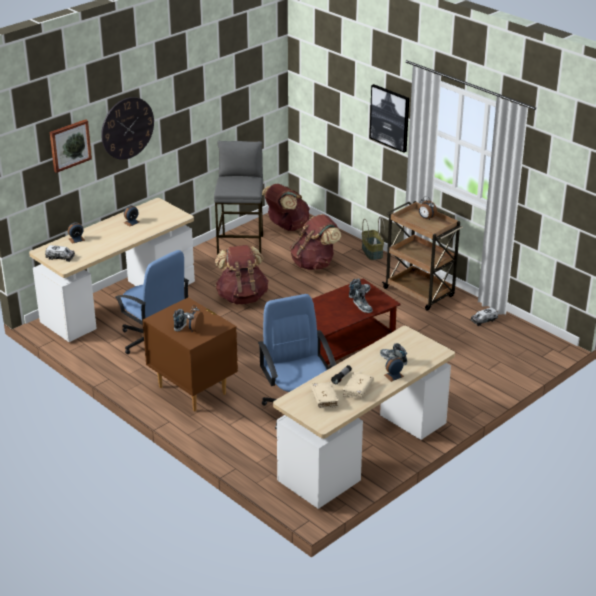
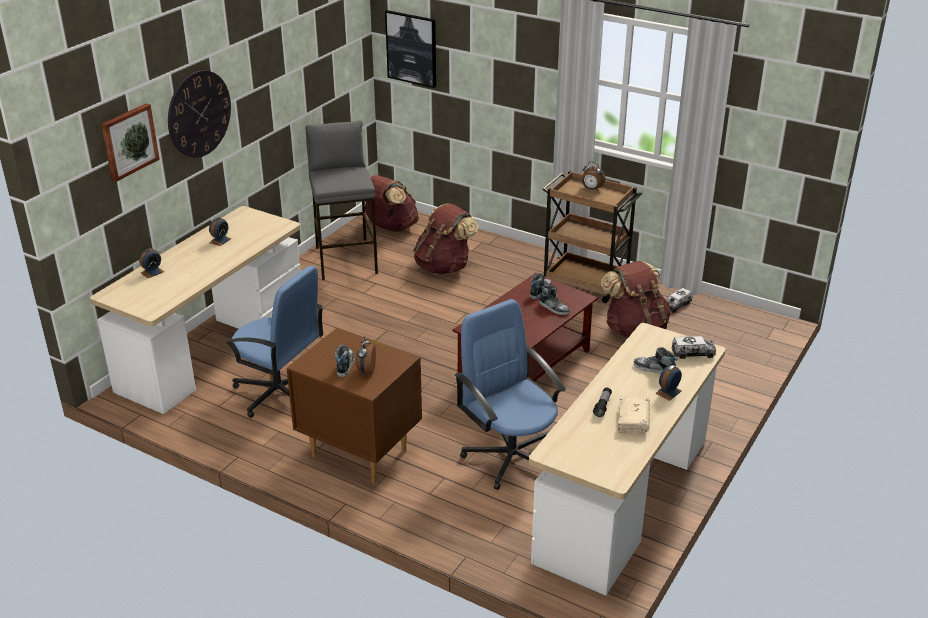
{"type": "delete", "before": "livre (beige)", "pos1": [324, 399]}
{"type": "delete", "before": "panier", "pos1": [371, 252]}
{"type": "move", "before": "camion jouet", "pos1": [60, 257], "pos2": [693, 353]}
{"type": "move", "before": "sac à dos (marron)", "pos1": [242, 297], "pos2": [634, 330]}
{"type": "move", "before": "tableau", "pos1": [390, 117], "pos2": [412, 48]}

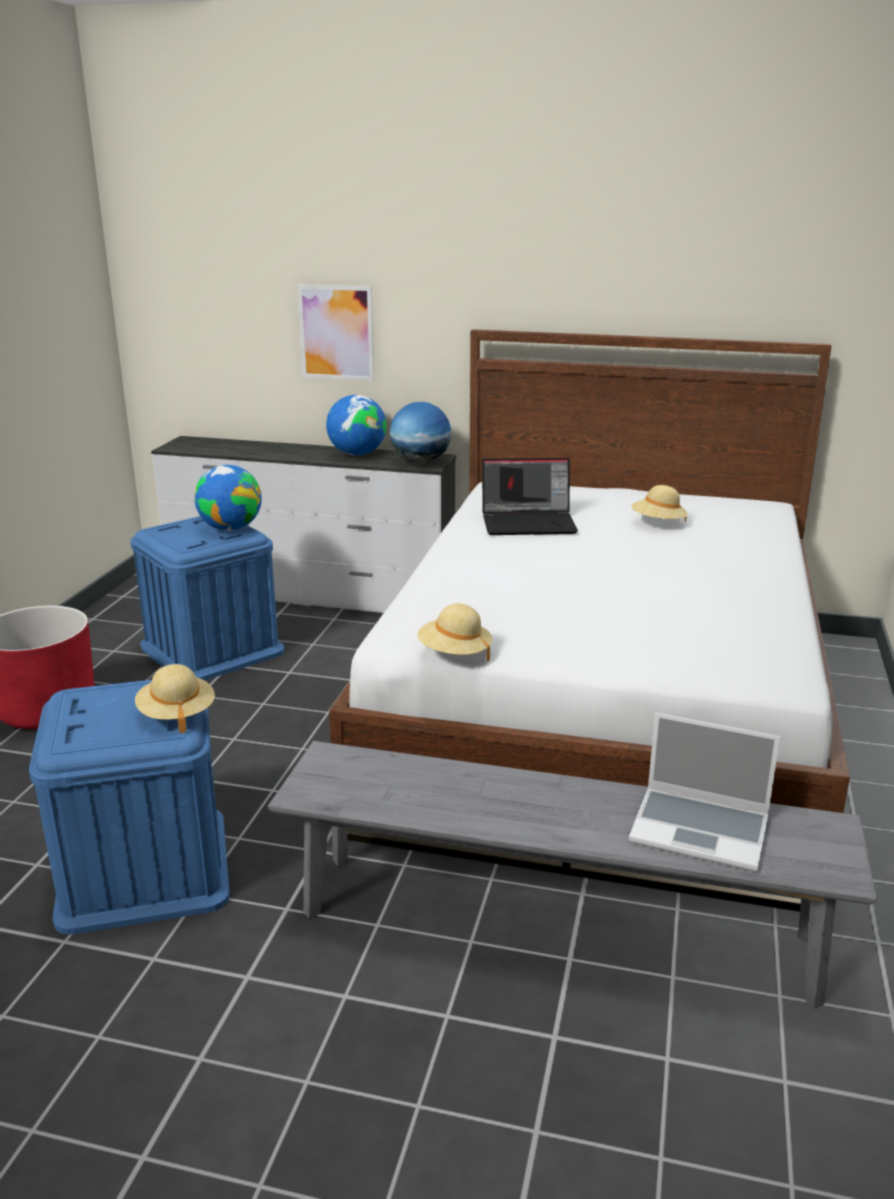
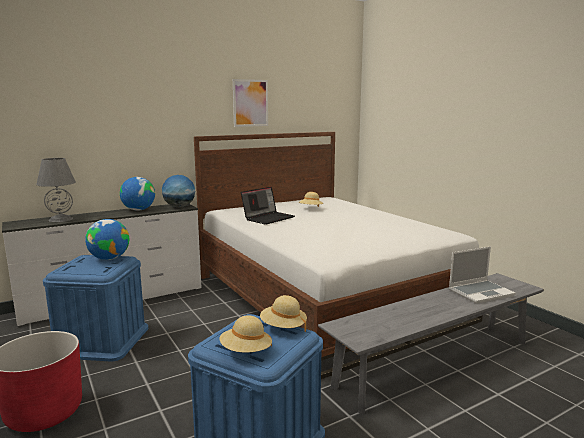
{"type": "insert", "after": "lampe de table (gris)", "pos2": [61, 219]}
{"type": "move", "before": "tableau", "pos1": [336, 332], "pos2": [250, 103]}
{"type": "move", "before": "chapeau (beige)", "pos1": [454, 653], "pos2": [246, 351]}

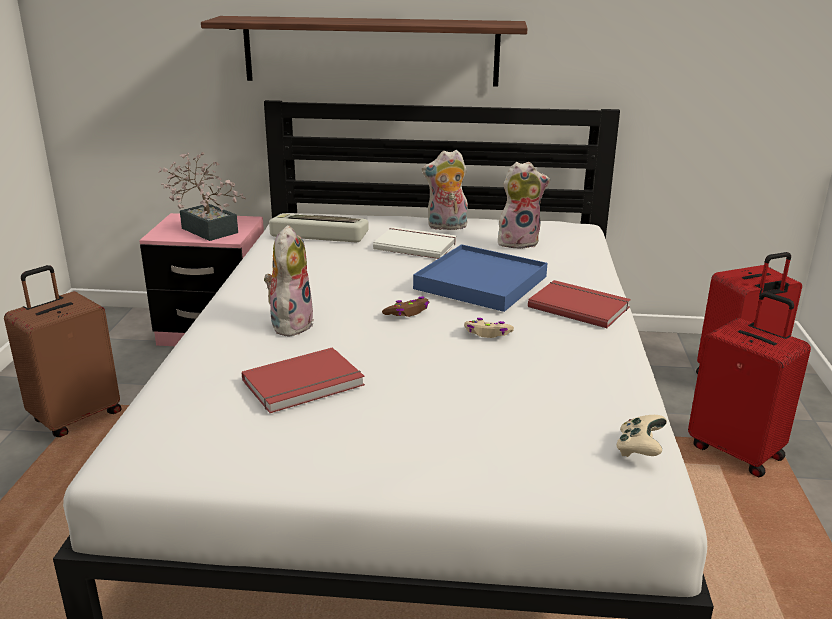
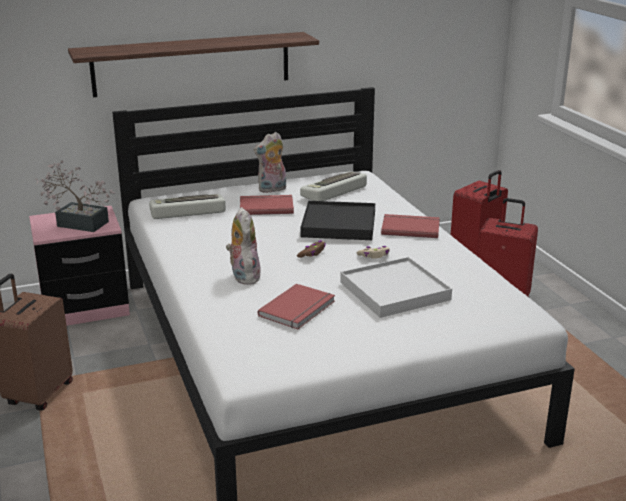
{"type": "delete", "before": "manette (beige)", "pos1": [639, 449]}
{"type": "insert", "after": "plateau (blanc)", "pos2": [395, 291]}
{"type": "replace", "before": "peluche", "after": "clavier", "pos1": [518, 242], "pos2": [334, 192]}
{"type": "recolor", "before": "livre (blanc)", "after": "livre (rouge)", "pos1": [416, 245], "pos2": [266, 207]}
{"type": "recolor", "before": "plateau (bleu)", "after": "plateau (noir)", "pos1": [481, 283], "pos2": [339, 224]}

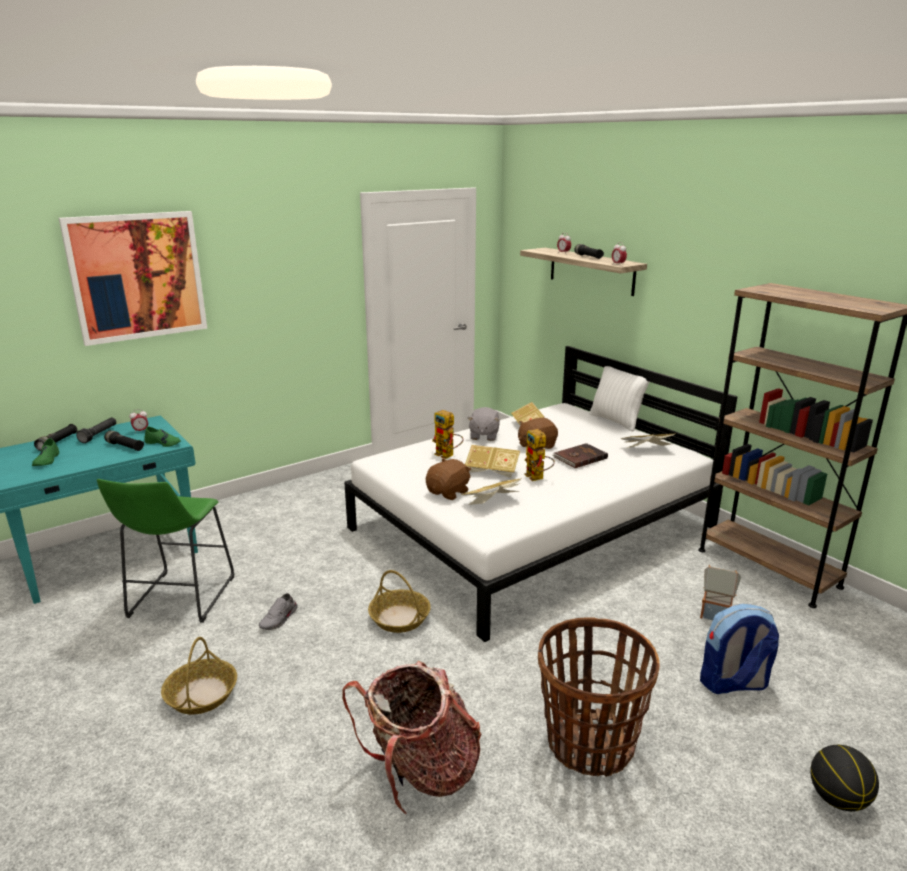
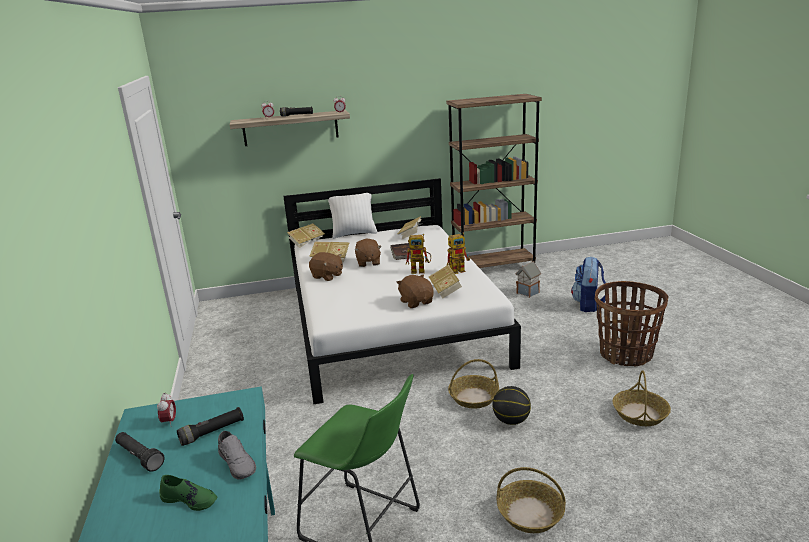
{"type": "delete", "before": "lampe de poche (noir)", "pos1": [57, 442]}
{"type": "delete", "before": "tableau", "pos1": [137, 276]}
{"type": "delete", "before": "chaussure (vert)", "pos1": [163, 443]}
{"type": "move", "before": "chaussure (gris)", "pos1": [279, 619], "pos2": [238, 463]}
{"type": "move", "before": "robot jouet", "pos1": [448, 455], "pos2": [459, 270]}
{"type": "move", "before": "livre", "pos1": [492, 471], "pos2": [306, 242]}
{"type": "move", "before": "ballon de basket", "pos1": [837, 799], "pos2": [511, 421]}
{"type": "replace", "before": "sac à dos", "after": "panier", "pos1": [421, 772], "pos2": [640, 414]}
{"type": "recolor", "before": "peluche (gris)", "after": "peluche (marron)", "pos1": [483, 436], "pos2": [327, 276]}

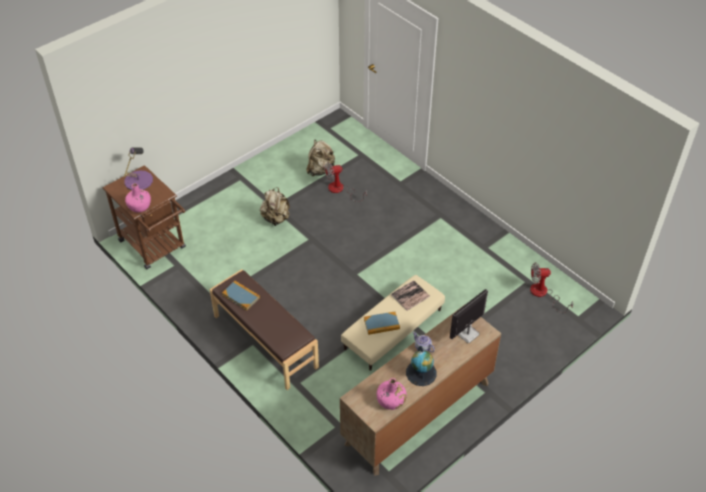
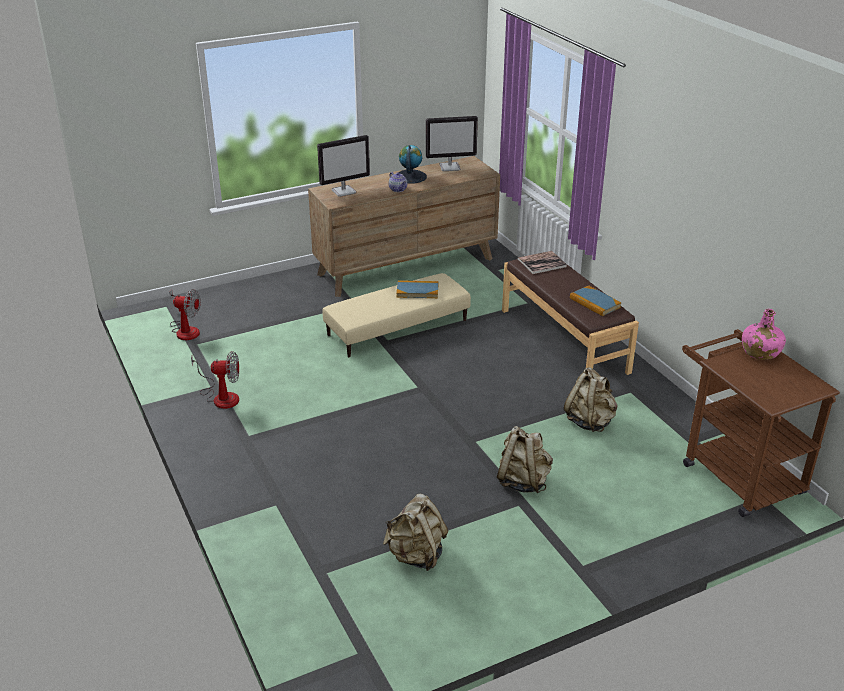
{"type": "delete", "before": "lampe de table (violet)", "pos1": [138, 180]}
{"type": "insert", "after": "sac à dos (beige)", "pos2": [590, 421]}
{"type": "move", "before": "ventilateur", "pos1": [340, 190], "pos2": [221, 396]}
{"type": "move", "before": "livre", "pos1": [410, 296], "pos2": [542, 263]}
{"type": "replace", "before": "bouteille (rose)", "after": "écran d'ordinateur", "pos1": [391, 400], "pos2": [450, 167]}

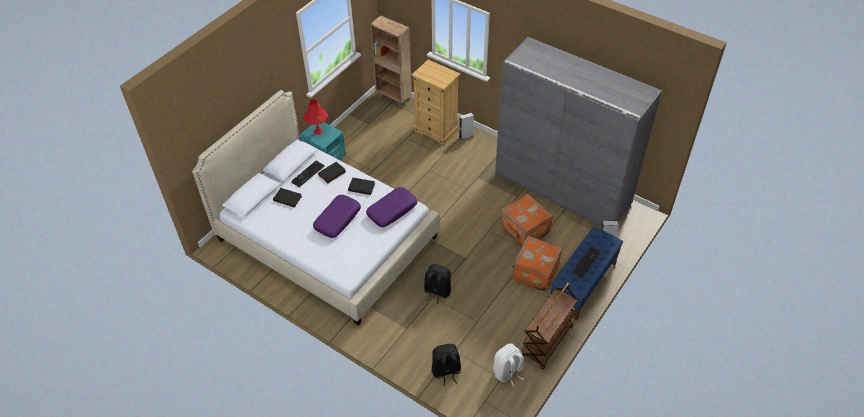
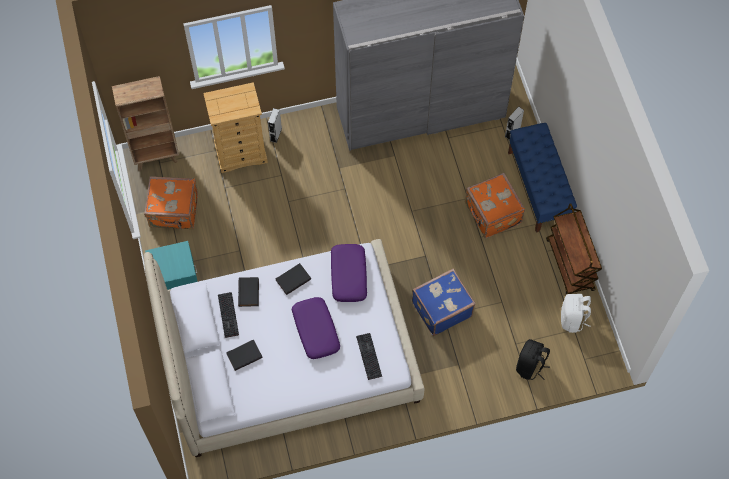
{"type": "delete", "before": "lampe de table (rouge)", "pos1": [318, 131]}
{"type": "move", "before": "valise (orange)", "pos1": [524, 230], "pos2": [174, 212]}
{"type": "move", "before": "clavier", "pos1": [585, 262], "pos2": [367, 356]}
{"type": "replace", "before": "sac à dos (noir)", "after": "valise (bleu)", "pos1": [437, 291], "pos2": [441, 308]}

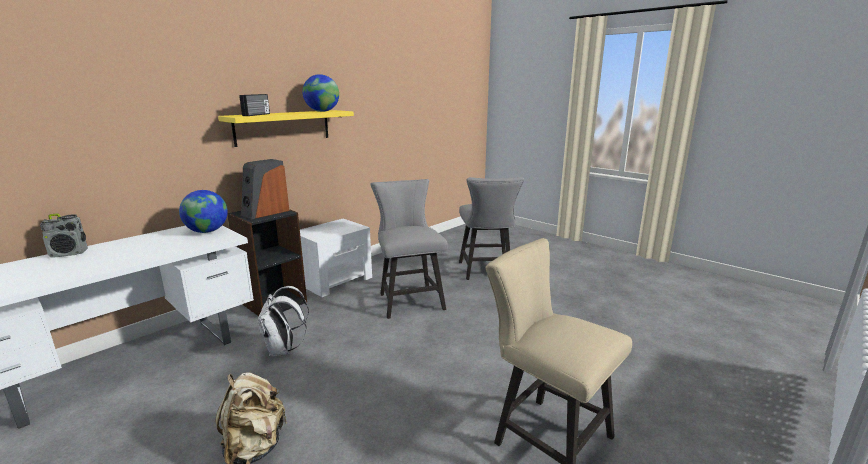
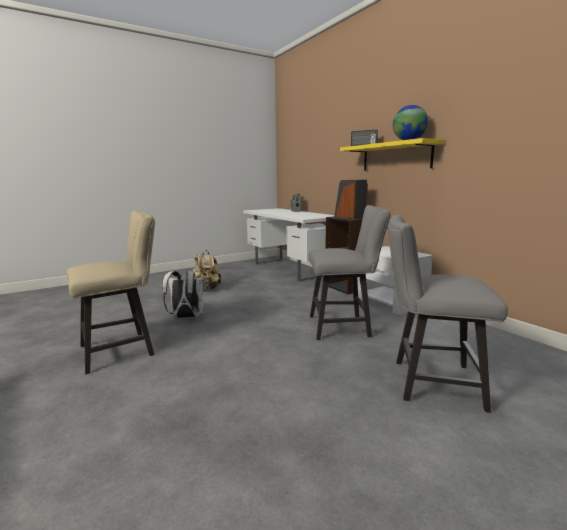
{"type": "delete", "before": "globe", "pos1": [207, 231]}
{"type": "move", "before": "sac à dos (blanc)", "pos1": [283, 350], "pos2": [186, 317]}

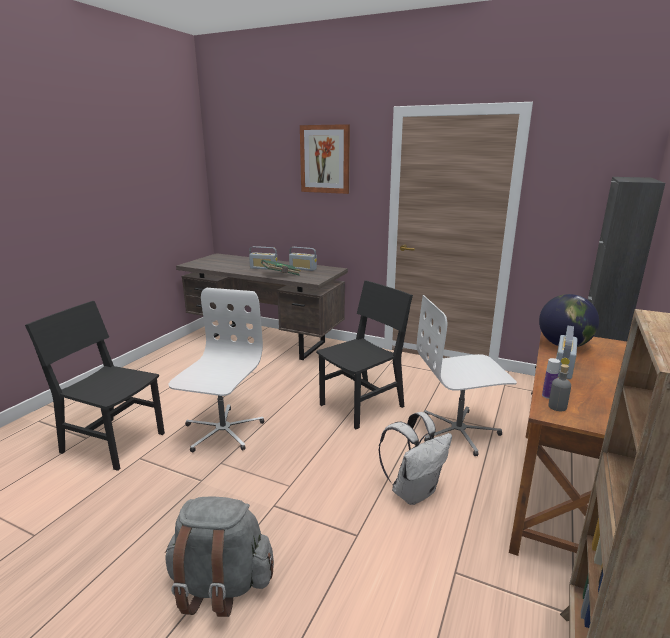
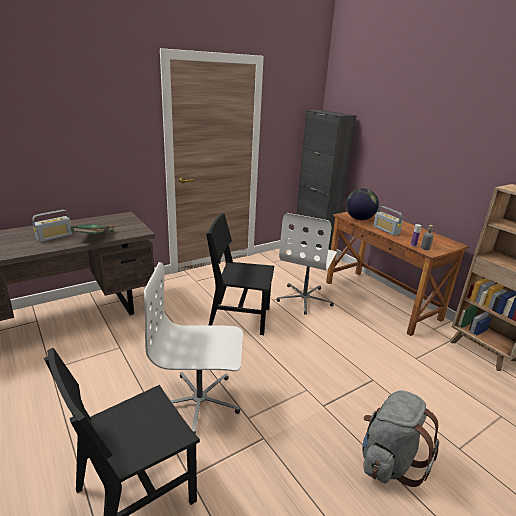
{"type": "delete", "before": "radio", "pos1": [303, 269]}
{"type": "delete", "before": "tableau", "pos1": [325, 159]}
{"type": "delete", "before": "sac à dos (blanc)", "pos1": [414, 491]}
{"type": "rotate", "before": "chaise de bureau (blanc)", "pos1": [222, 431], "pos2": [200, 402], "turn": -45}
{"type": "rotate", "before": "chaise (noir)", "pos1": [362, 406], "pos2": [239, 318], "turn": -75}

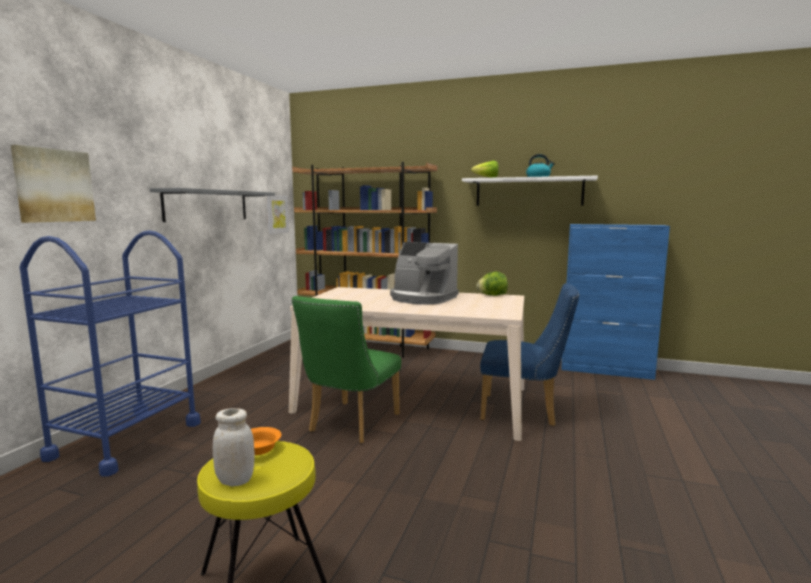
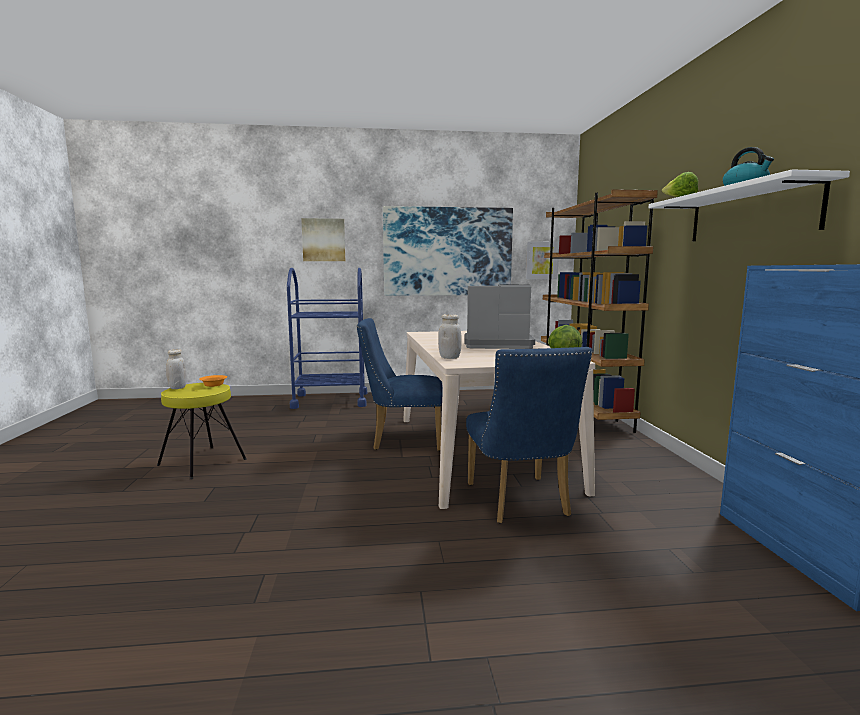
{"type": "insert", "after": "bocal (blanc)", "pos2": [449, 357]}
{"type": "replace", "before": "étagère (gris)", "after": "tableau", "pos1": [207, 205], "pos2": [447, 252]}
{"type": "recolor", "before": "chaise (vert)", "after": "chaise (bleu)", "pos1": [349, 425], "pos2": [401, 440]}
{"type": "rotate", "before": "machine à café", "pos1": [422, 298], "pos2": [496, 344], "turn": 90}

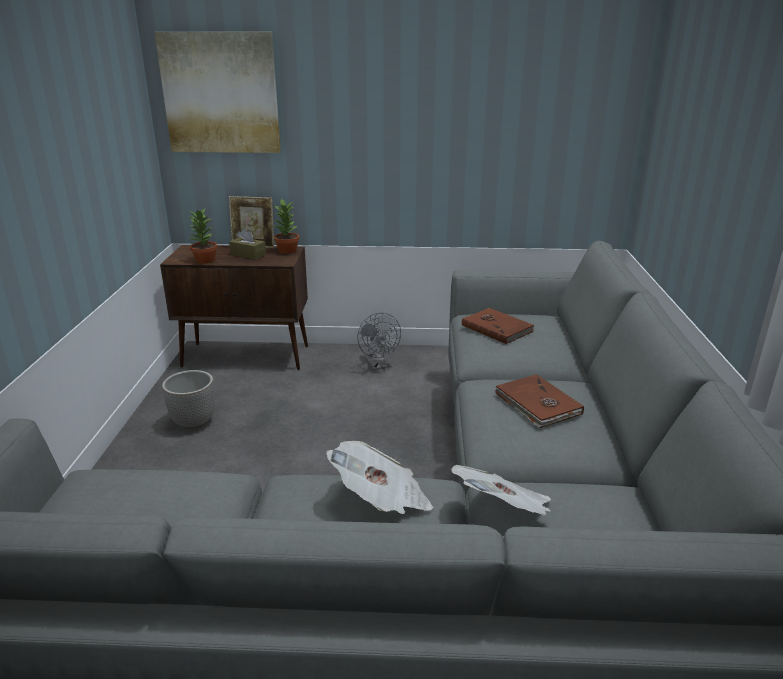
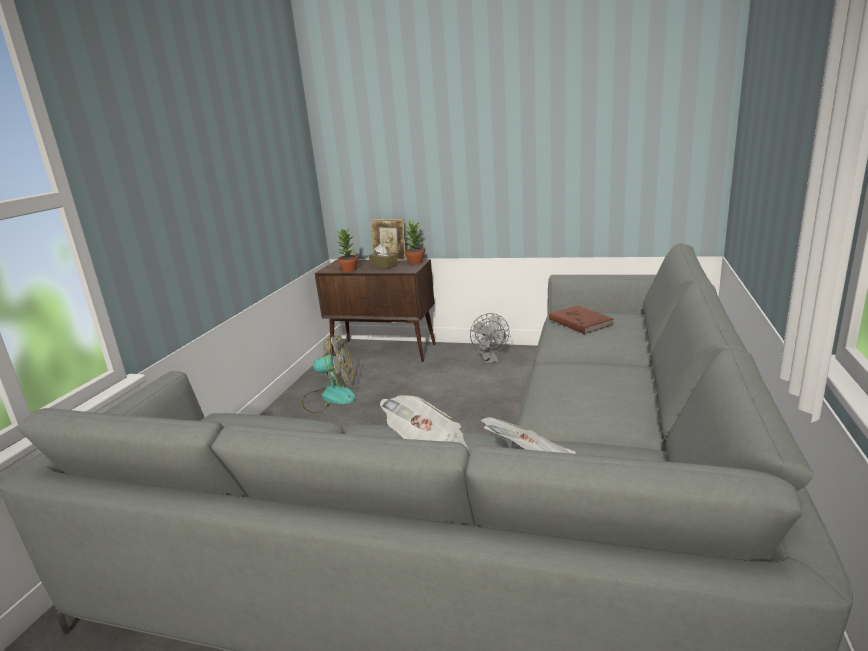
{"type": "delete", "before": "tableau", "pos1": [221, 93]}
{"type": "delete", "before": "livre (marron)", "pos1": [537, 404]}
{"type": "replace", "before": "cache-pot", "after": "ventilateur", "pos1": [194, 422], "pos2": [330, 397]}

